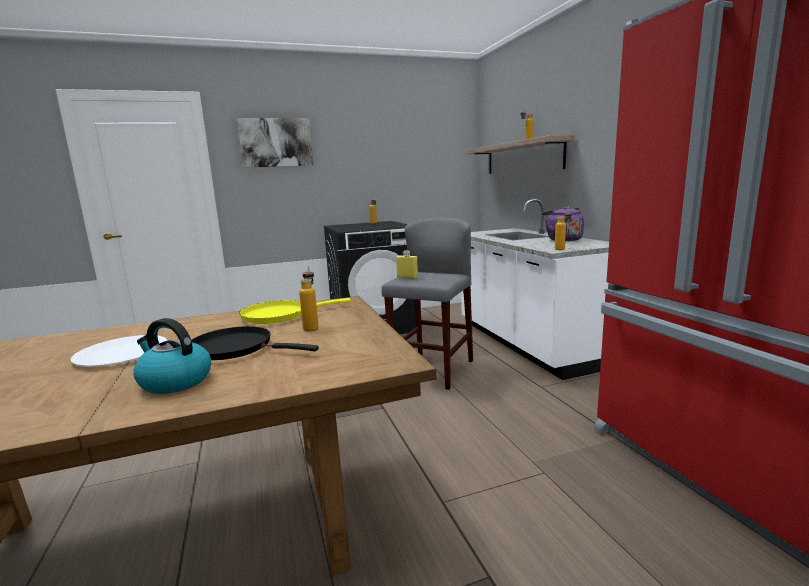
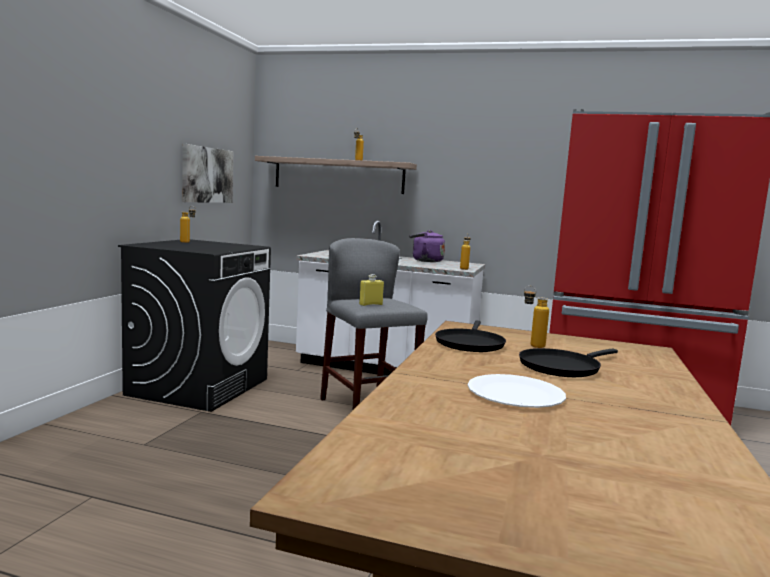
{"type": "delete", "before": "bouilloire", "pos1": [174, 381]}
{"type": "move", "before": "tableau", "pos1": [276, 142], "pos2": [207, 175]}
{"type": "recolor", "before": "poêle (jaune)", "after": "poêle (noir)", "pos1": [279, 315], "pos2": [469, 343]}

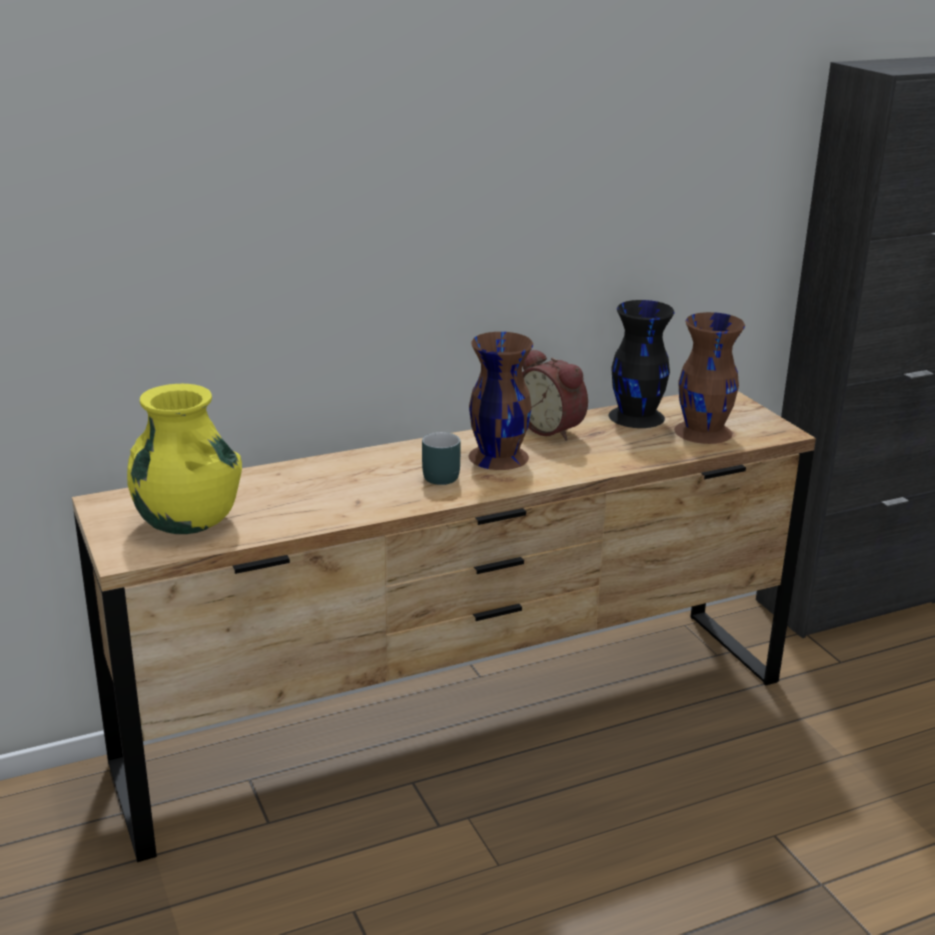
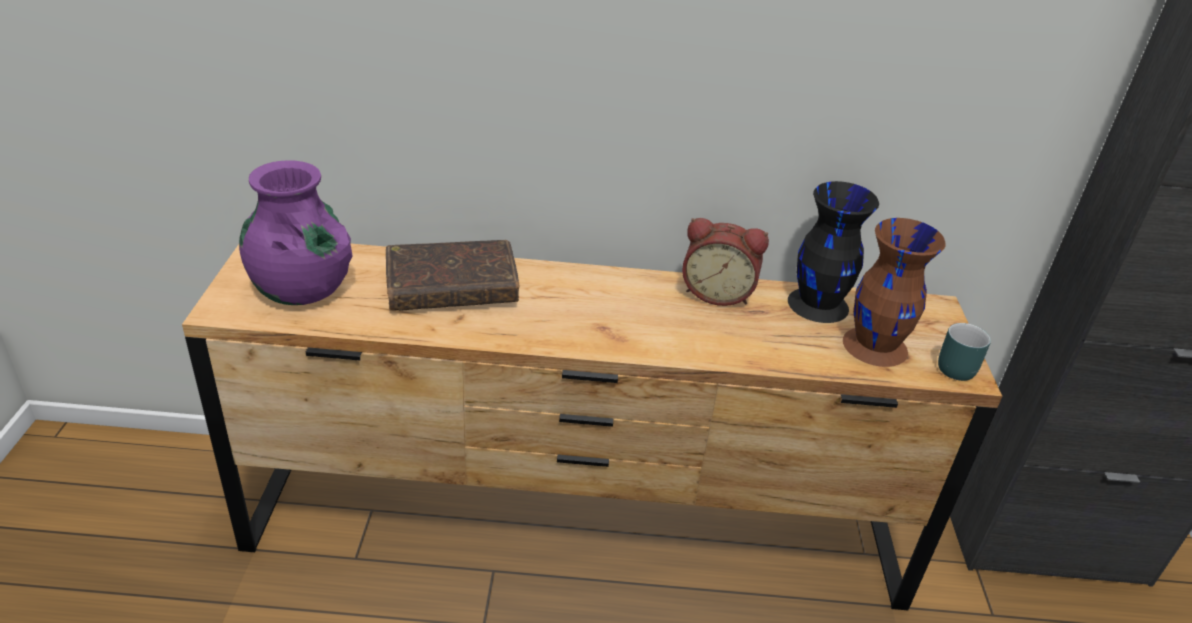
{"type": "delete", "before": "vase (marron)", "pos1": [497, 456]}
{"type": "insert", "after": "livre (marron)", "pos2": [452, 288]}
{"type": "move", "before": "mug (turquoise)", "pos1": [437, 475], "pos2": [952, 365]}
{"type": "recolor", "before": "vase (jaune)", "after": "vase (violet)", "pos1": [187, 522], "pos2": [302, 290]}
{"type": "rotate", "before": "réveil", "pos1": [552, 429], "pos2": [717, 292], "turn": -60}

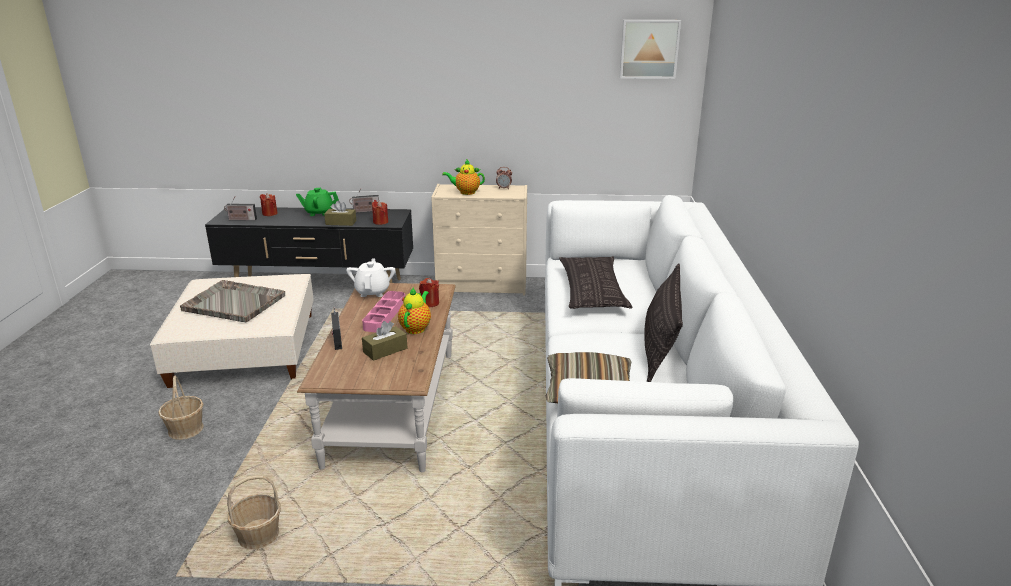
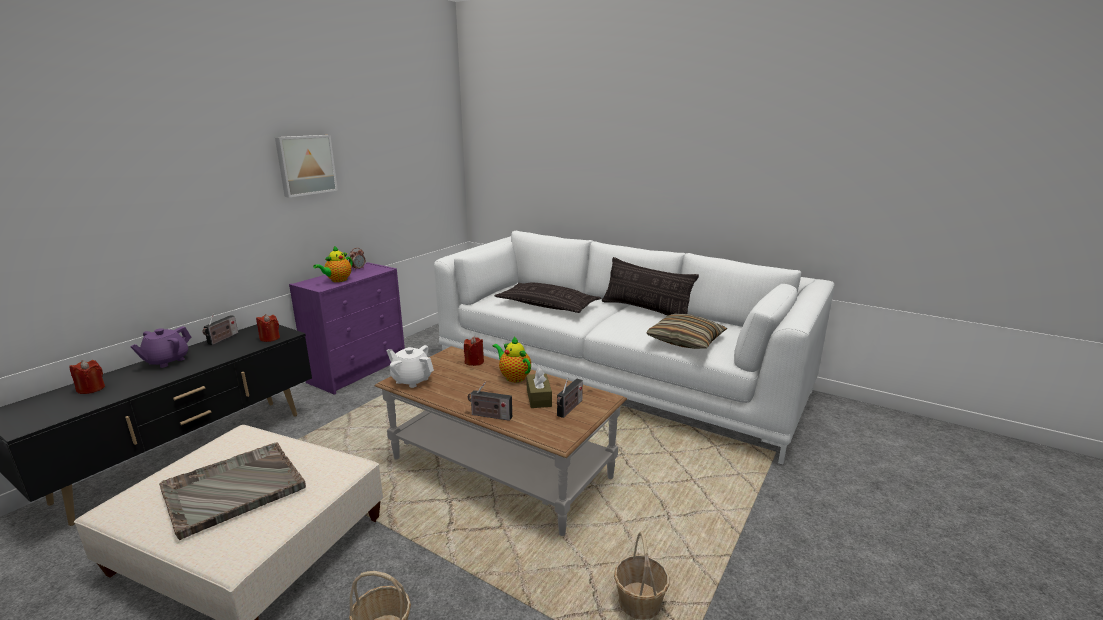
{"type": "delete", "before": "boîte à mouchoirs (marron)", "pos1": [341, 222]}
{"type": "delete", "before": "plateau (rose)", "pos1": [385, 315]}
{"type": "move", "before": "radio", "pos1": [241, 219], "pos2": [569, 409]}
{"type": "move", "before": "tableau", "pos1": [649, 49], "pos2": [305, 165]}
{"type": "recolor", "before": "théière (vert)", "after": "théière (violet)", "pos1": [319, 213], "pos2": [166, 361]}
{"type": "recolor", "before": "commode (beige)", "after": "commode (violet)", "pos1": [483, 285], "pos2": [359, 370]}

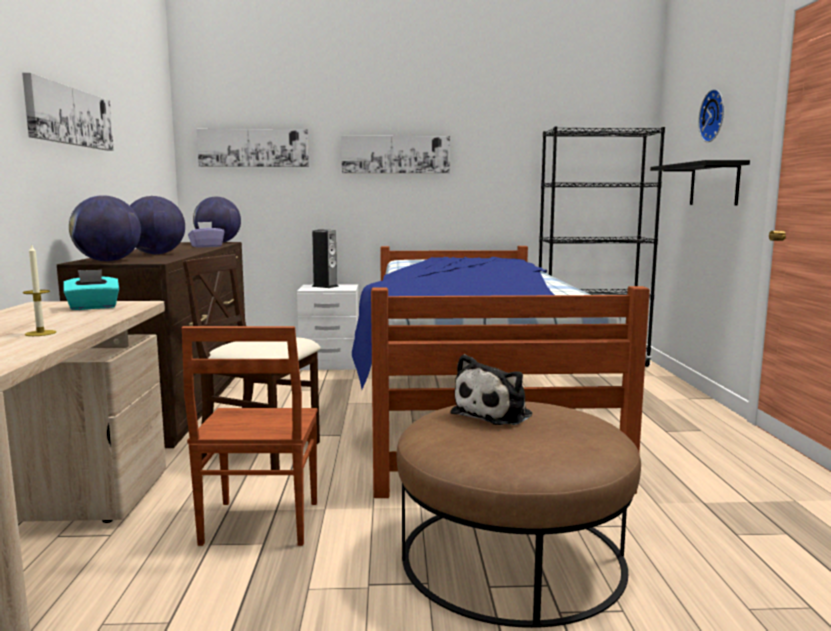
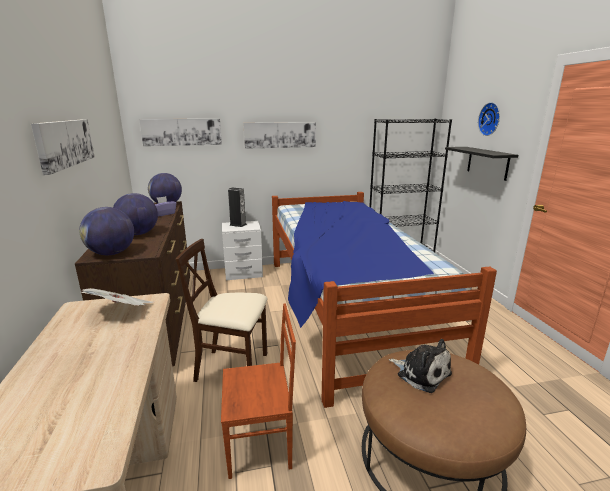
{"type": "delete", "before": "bougie", "pos1": [40, 333]}
{"type": "replace", "before": "boîte à mouchoirs (turquoise)", "after": "journal", "pos1": [93, 307], "pos2": [122, 311]}
{"type": "rotate", "before": "chaise (marron)", "pos1": [258, 524], "pos2": [260, 445], "turn": -90}
{"type": "rotate", "before": "peluche", "pos1": [495, 414], "pos2": [421, 373], "turn": -75}

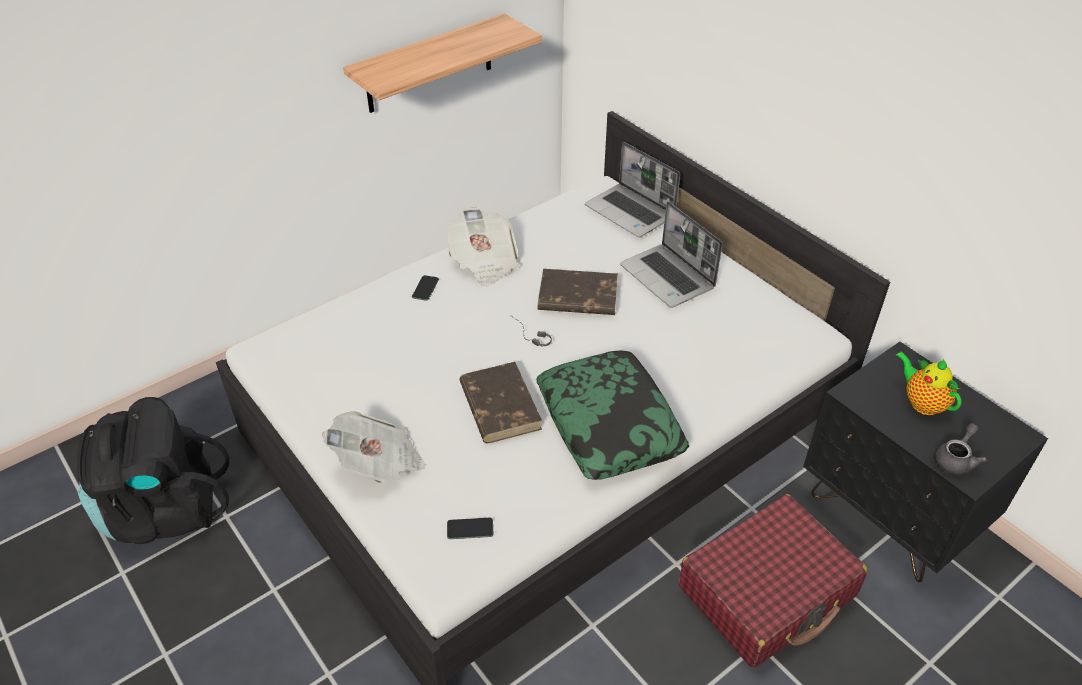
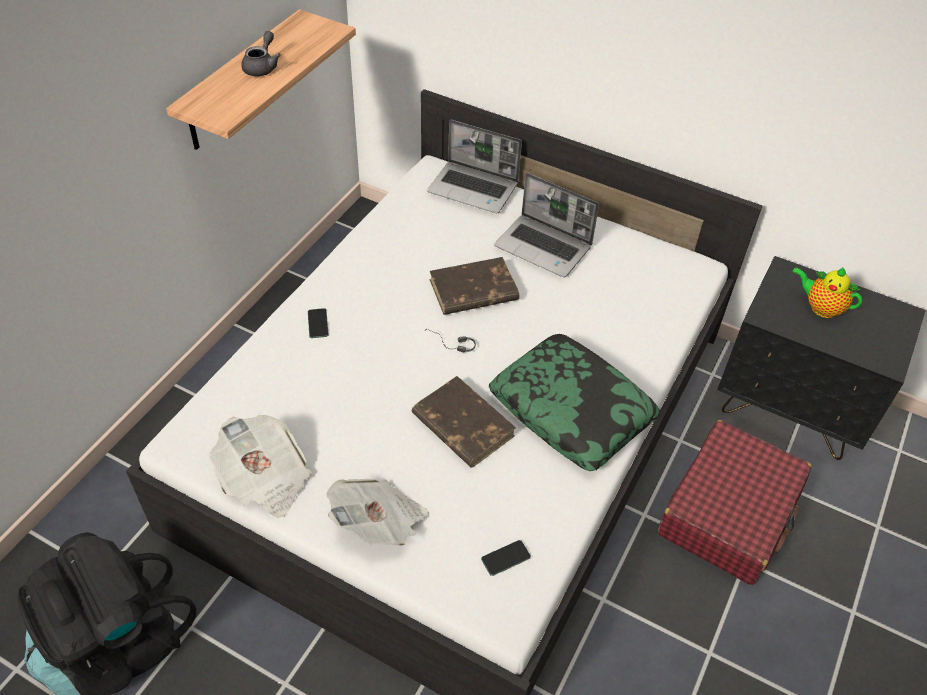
{"type": "move", "before": "journal", "pos1": [484, 262], "pos2": [265, 480]}
{"type": "move", "before": "théière (gris)", "pos1": [955, 459], "pos2": [262, 66]}

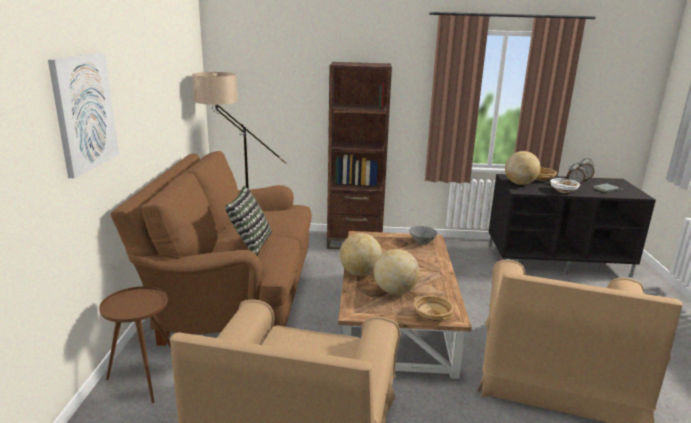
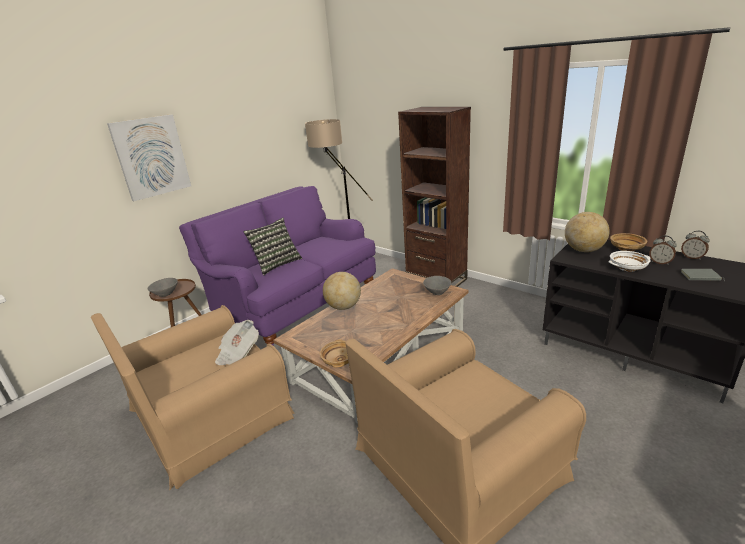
{"type": "delete", "before": "globe", "pos1": [394, 291]}
{"type": "insert", "after": "bol (gris)", "pos2": [165, 294]}
{"type": "insert", "after": "journal", "pos2": [238, 353]}
{"type": "recolor", "before": "canapé (marron)", "after": "canapé (violet)", "pos1": [234, 298], "pos2": [295, 304]}

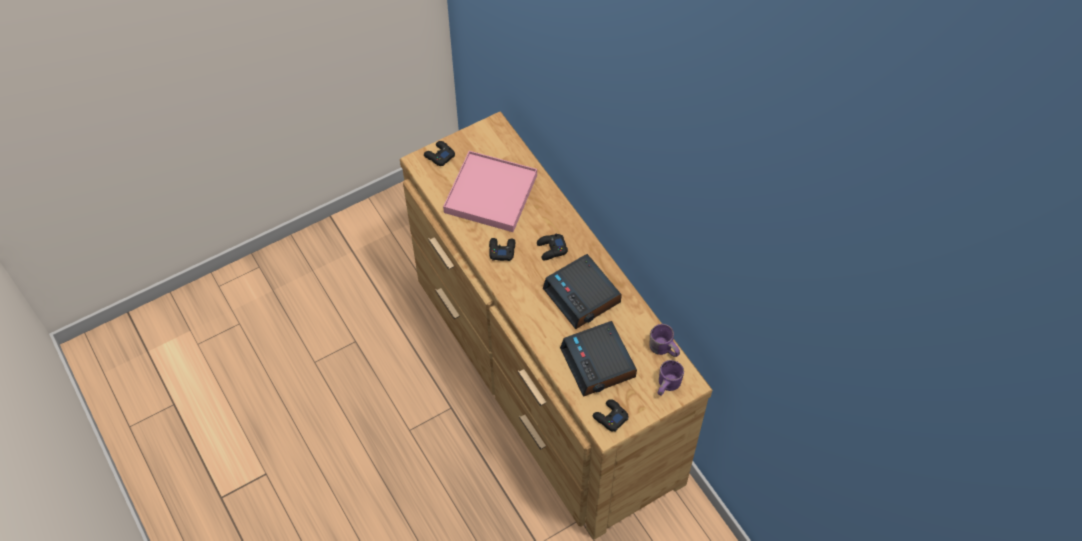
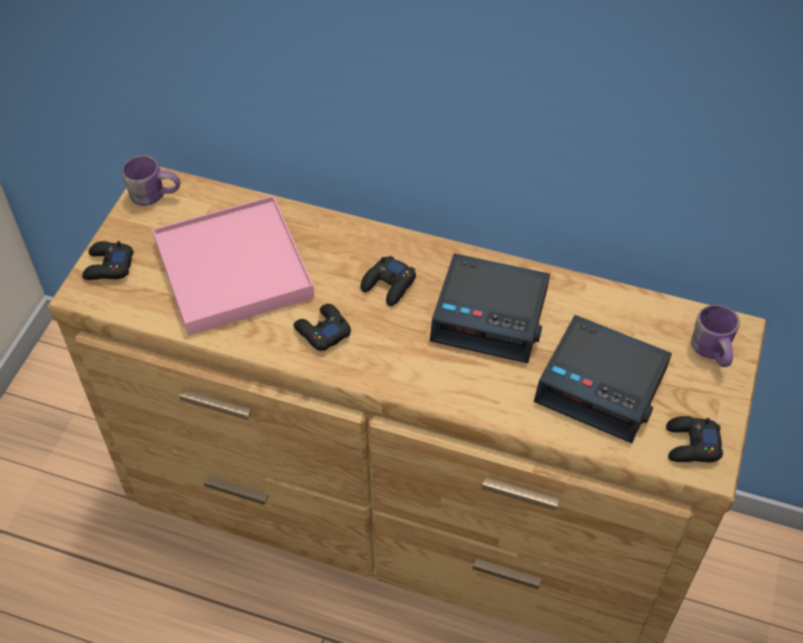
{"type": "move", "before": "mug (violet)", "pos1": [665, 347], "pos2": [155, 193]}

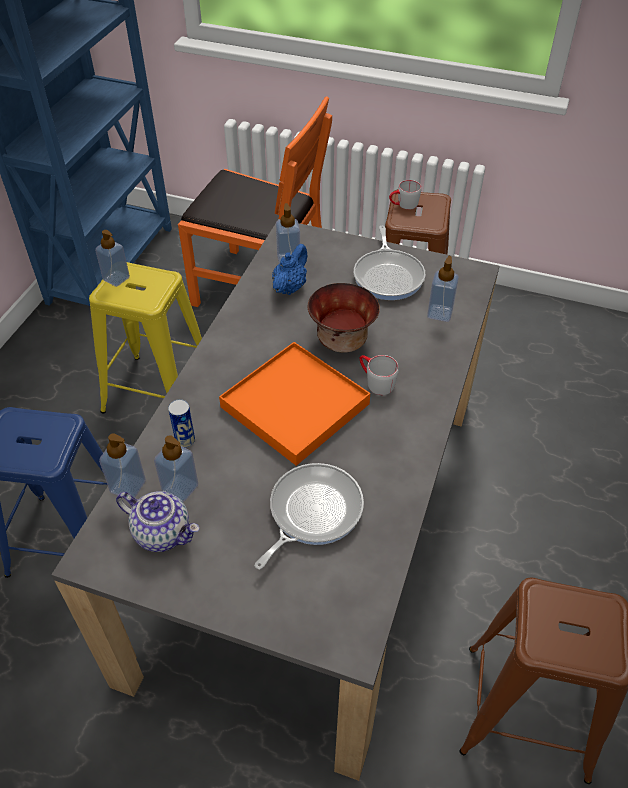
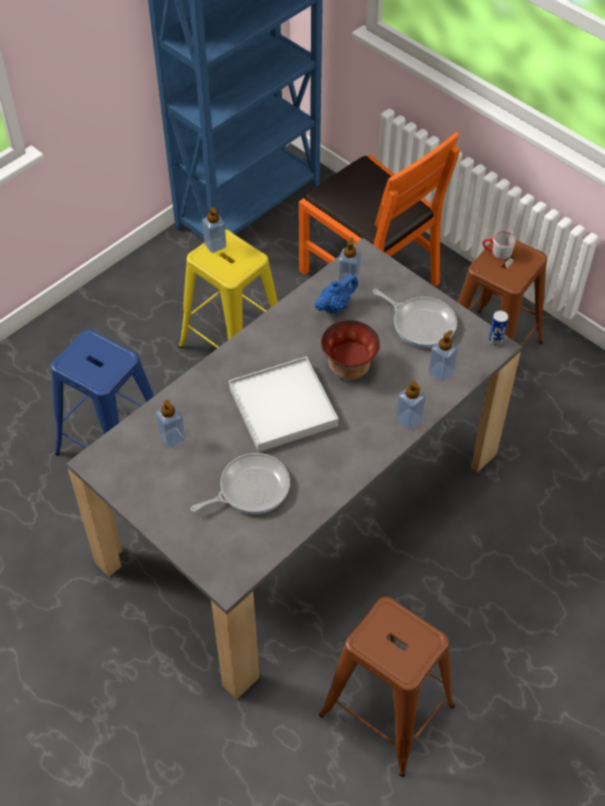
{"type": "delete", "before": "théière", "pos1": [163, 532]}
{"type": "delete", "before": "mug (gris)", "pos1": [375, 382]}
{"type": "move", "before": "distributeur de savon", "pos1": [128, 486], "pos2": [409, 419]}
{"type": "move", "before": "boîte métallique", "pos1": [185, 440], "pos2": [495, 341]}
{"type": "recolor", "before": "plateau (orange)", "after": "plateau (blanc)", "pos1": [295, 406], "pos2": [282, 407]}
{"type": "rotate", "before": "poêle", "pos1": [388, 276], "pos2": [421, 323], "turn": -75}

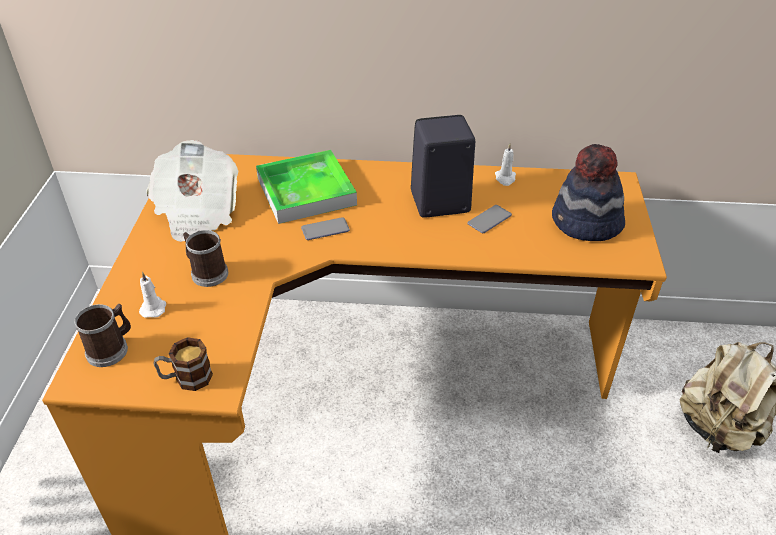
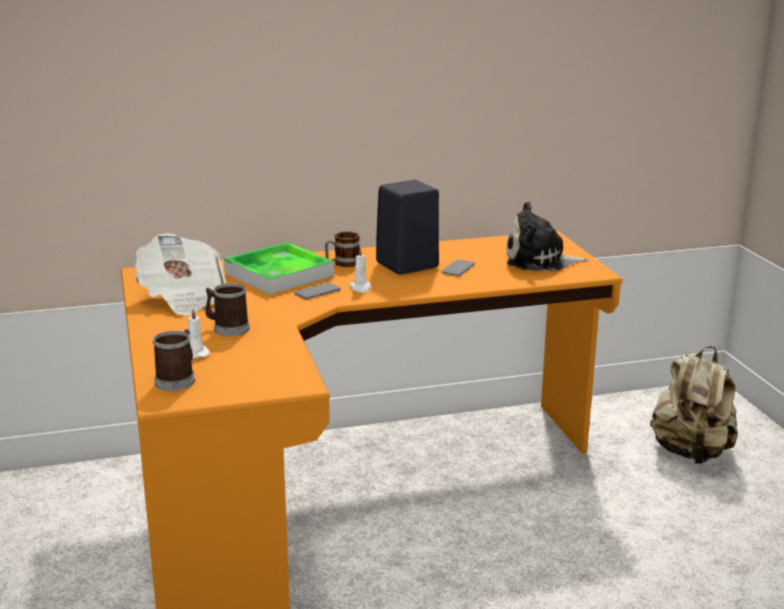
{"type": "move", "before": "mug", "pos1": [186, 378], "pos2": [342, 263]}
{"type": "move", "before": "bougie (blanc)", "pos1": [505, 178], "pos2": [360, 288]}
{"type": "replace", "before": "chapeau", "after": "peluche", "pos1": [585, 224], "pos2": [539, 261]}

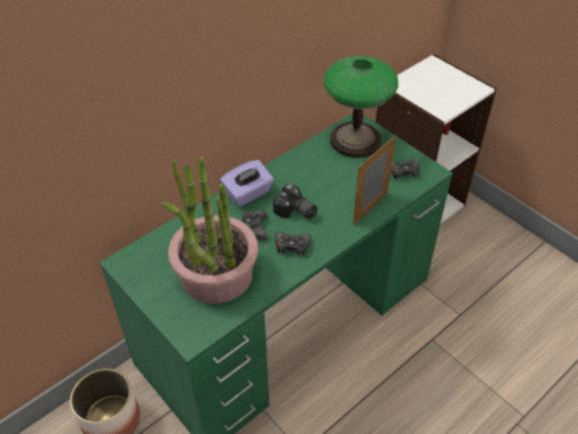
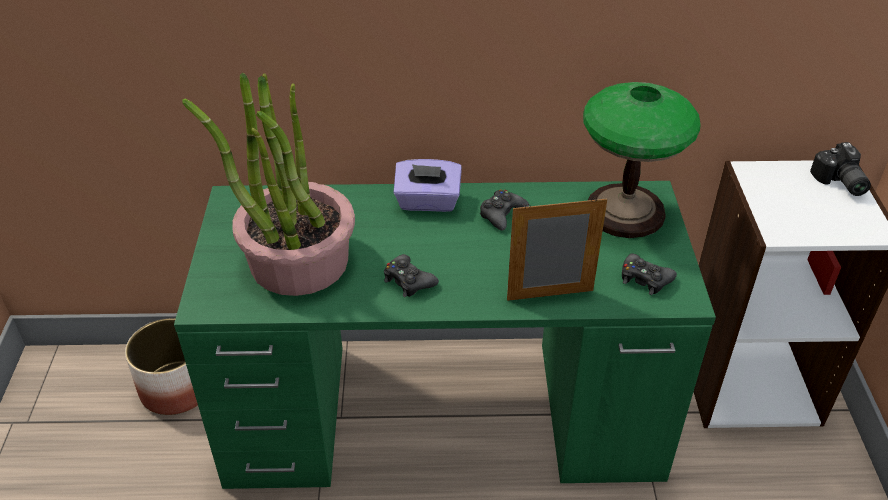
{"type": "move", "before": "manette (noir)", "pos1": [255, 228], "pos2": [502, 214]}
{"type": "move", "before": "appareil photo", "pos1": [295, 212], "pos2": [839, 183]}

